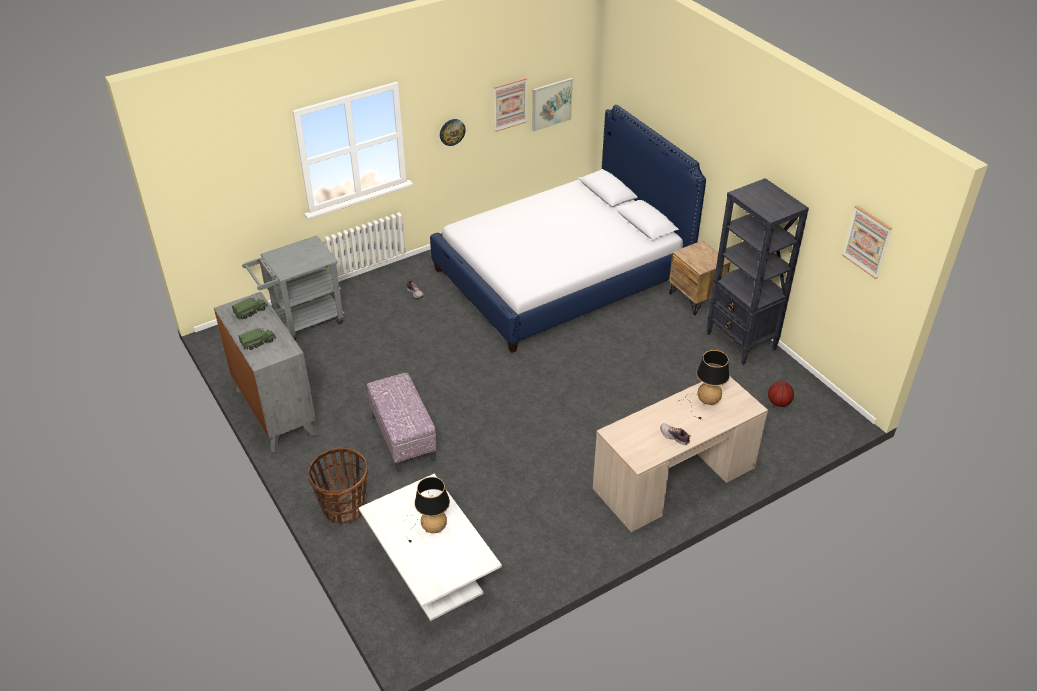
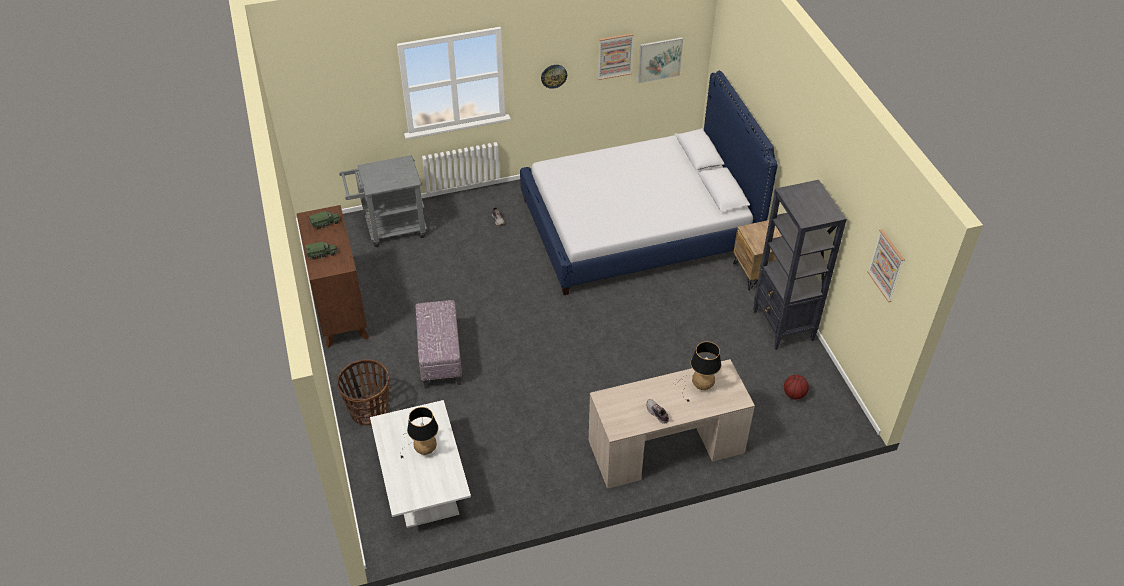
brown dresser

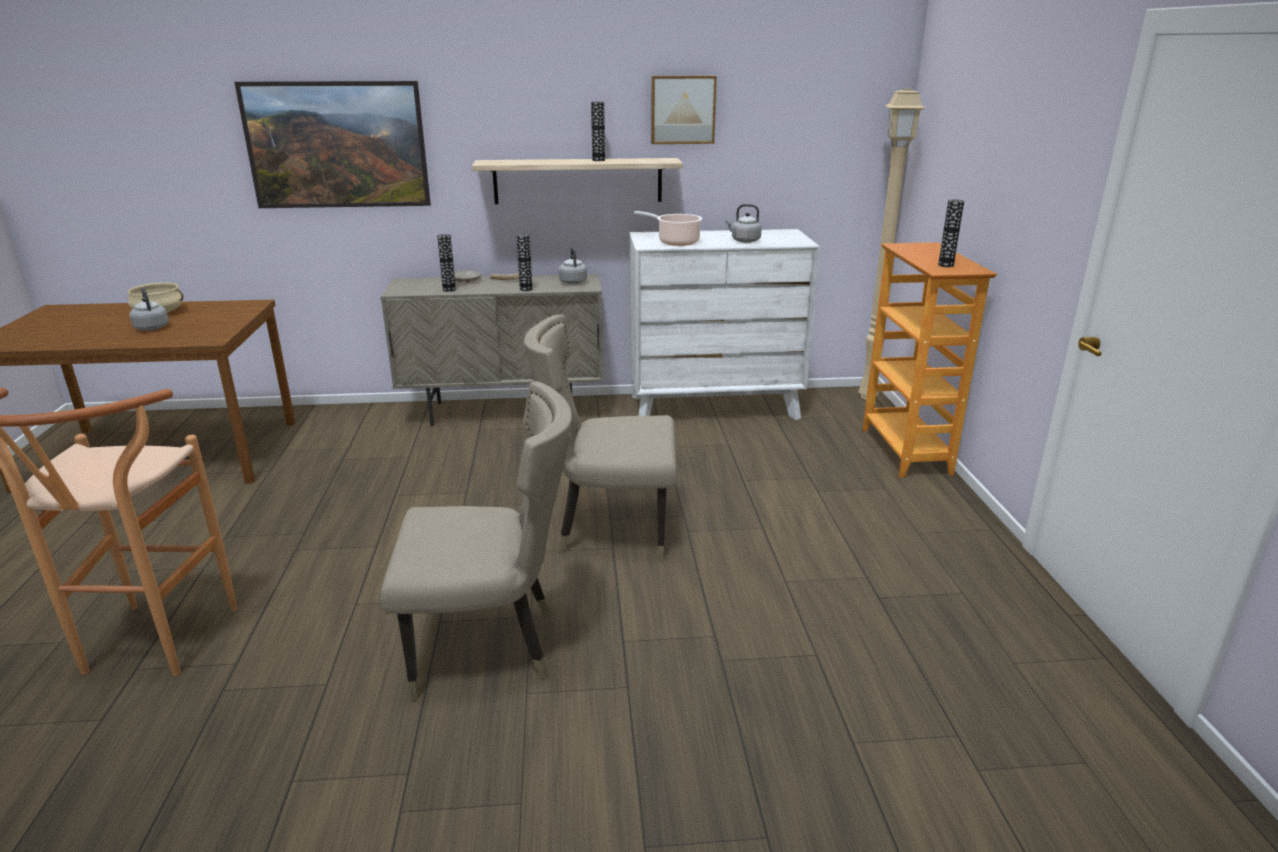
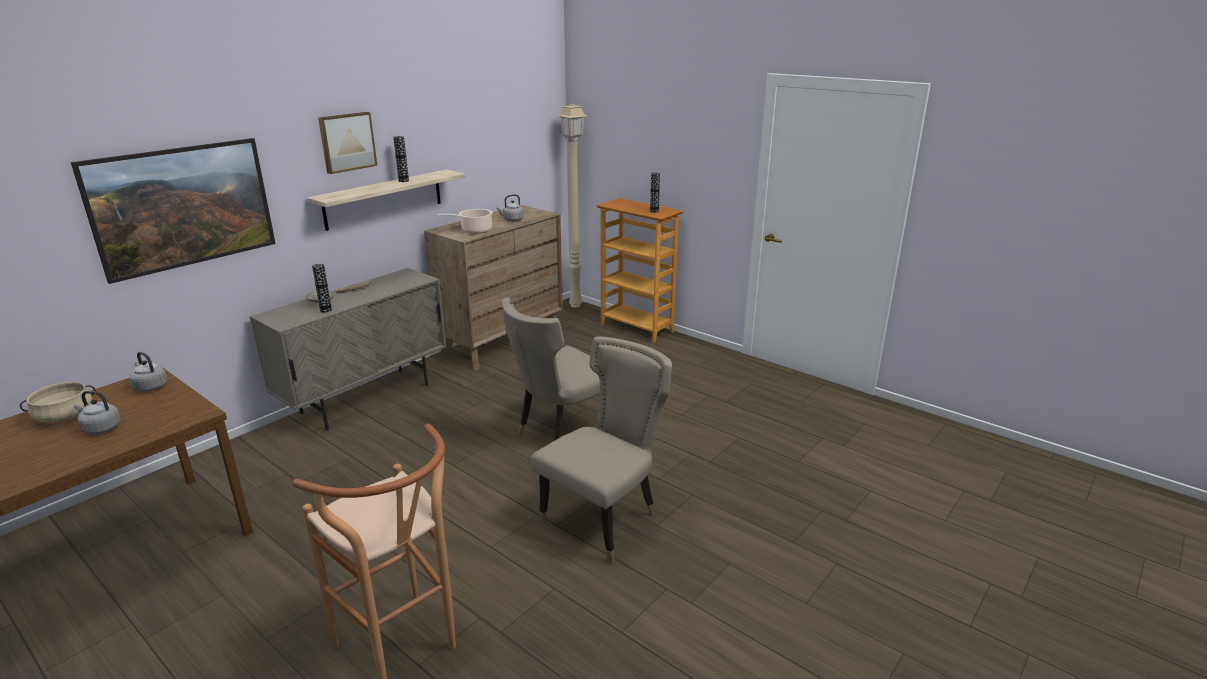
vase (no. 2 from left in the first image); grey kettle (no. 2 from left); picture (no. 2 from left); brown dresser

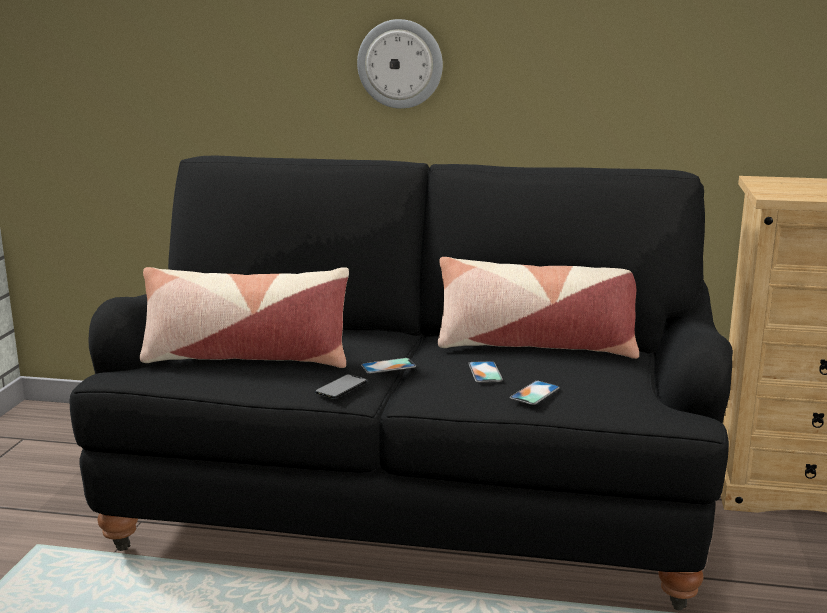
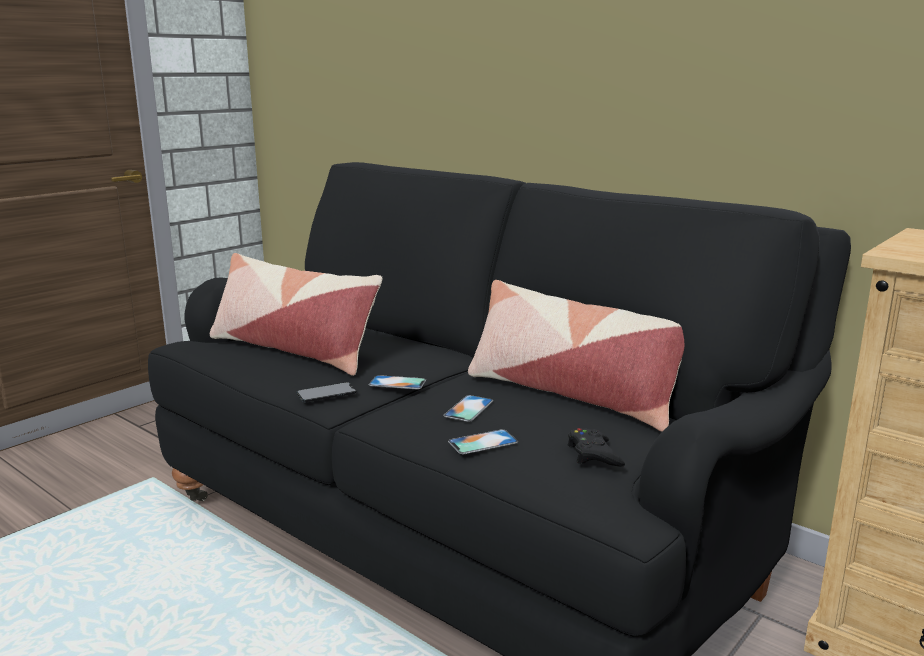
wall clock; black game controller

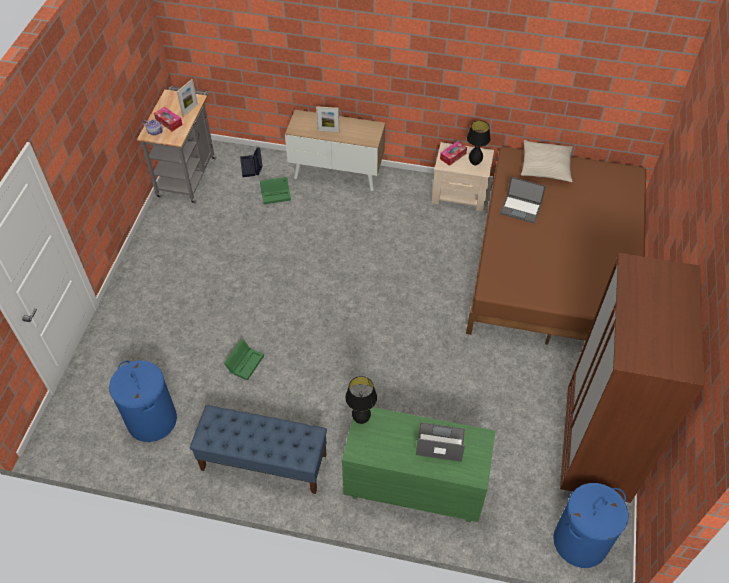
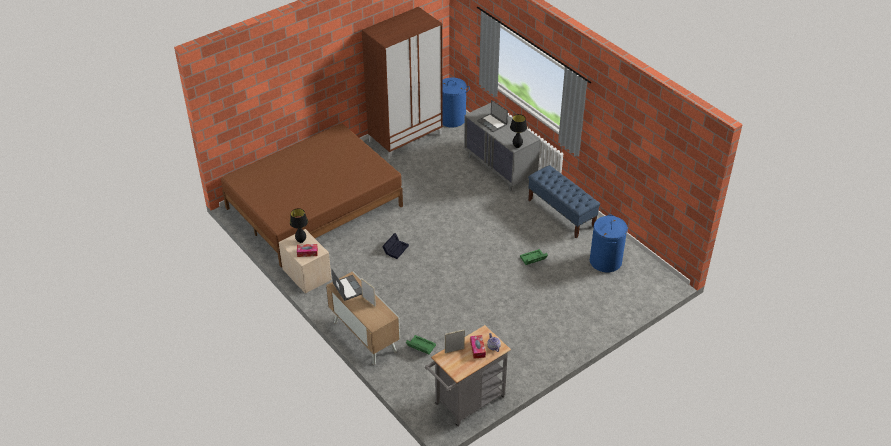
beige pillow; black storage box; laptop (no. 1 from left); grey dresser

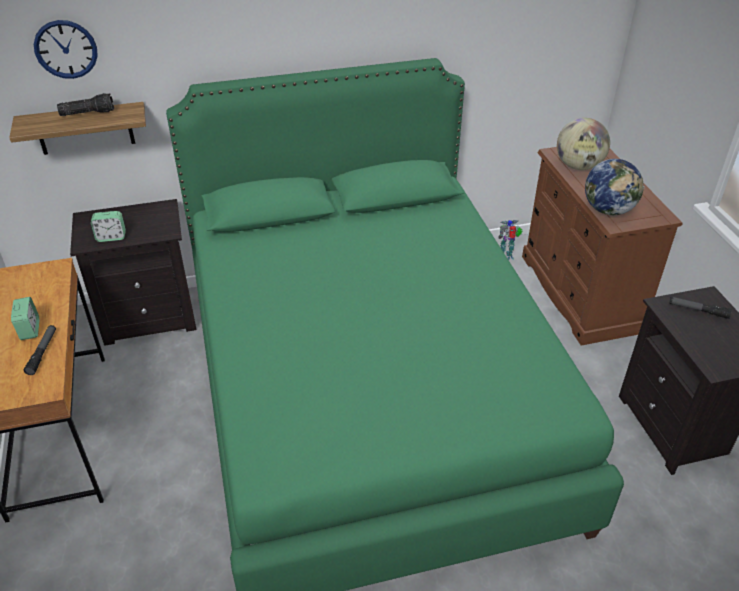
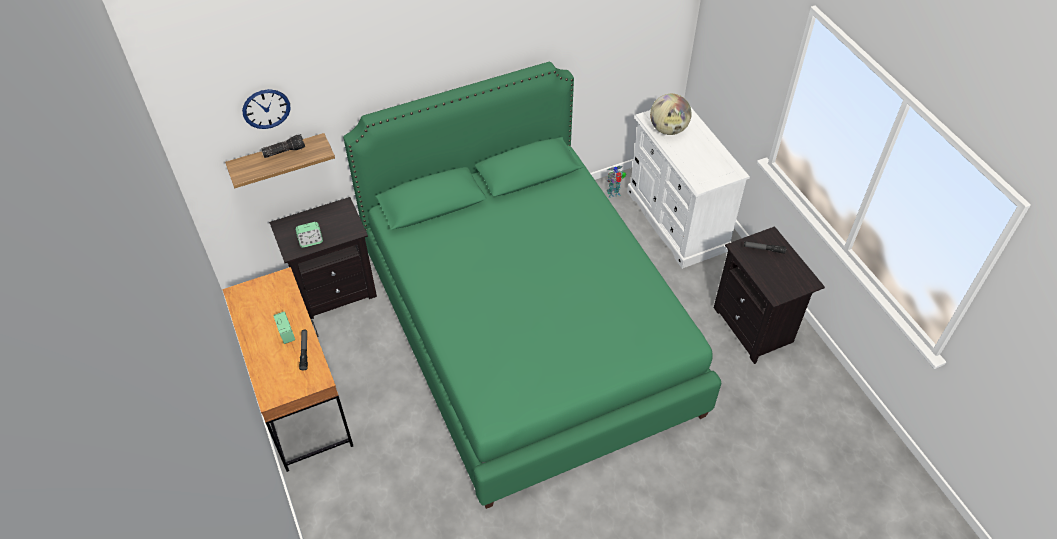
globe (no. 2 from left in the first image); white dresser

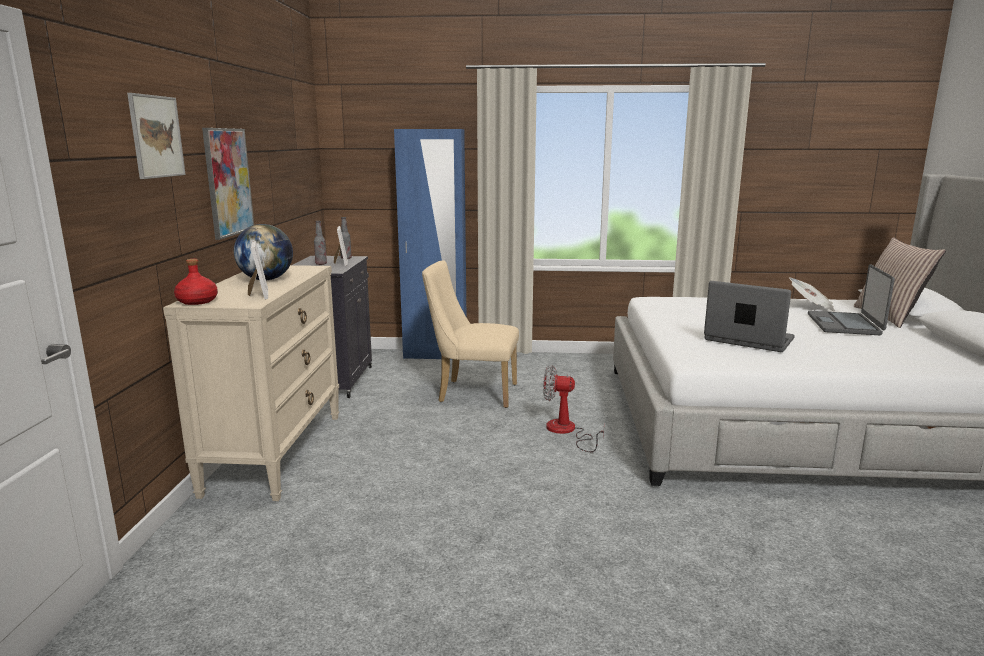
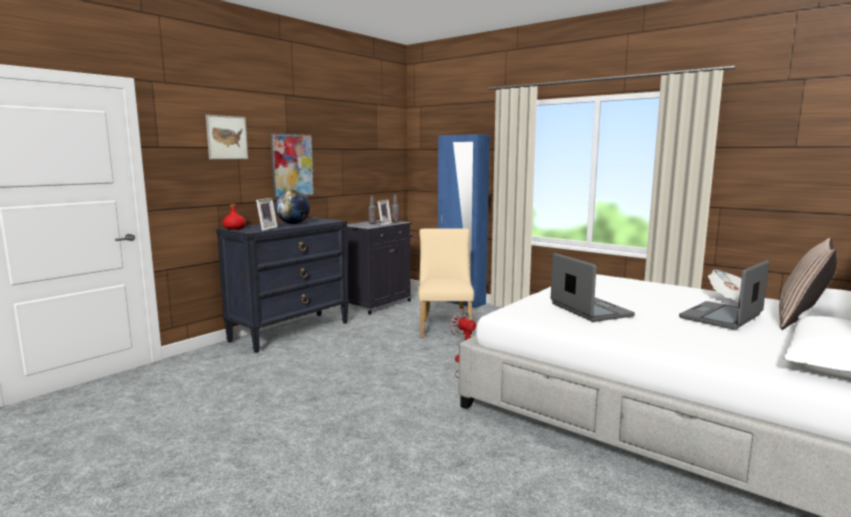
black dresser; beige chair

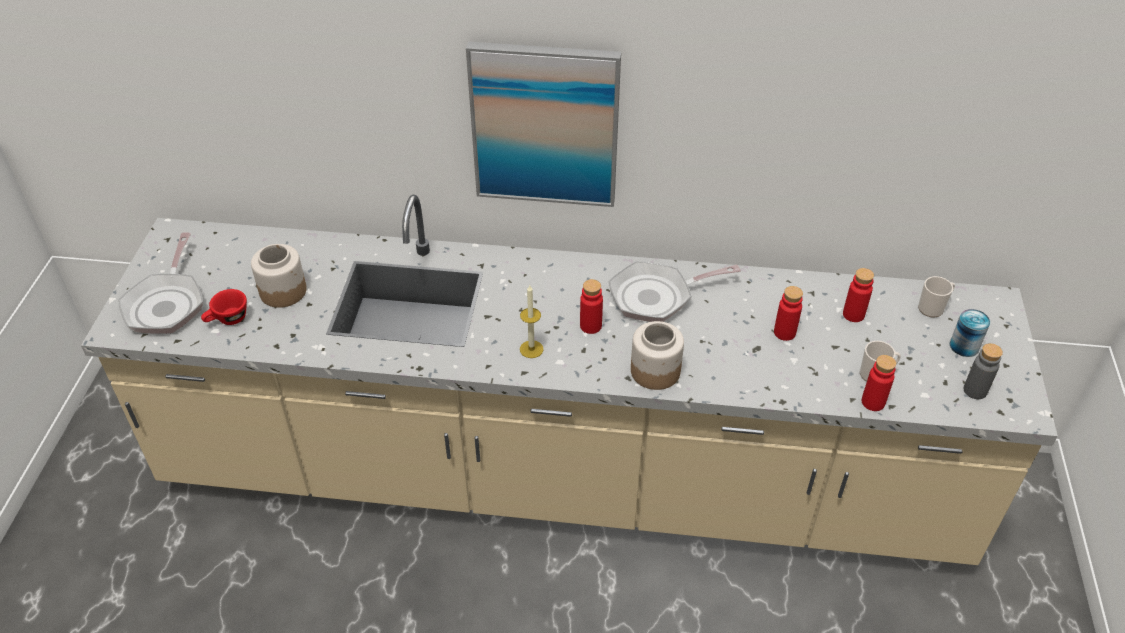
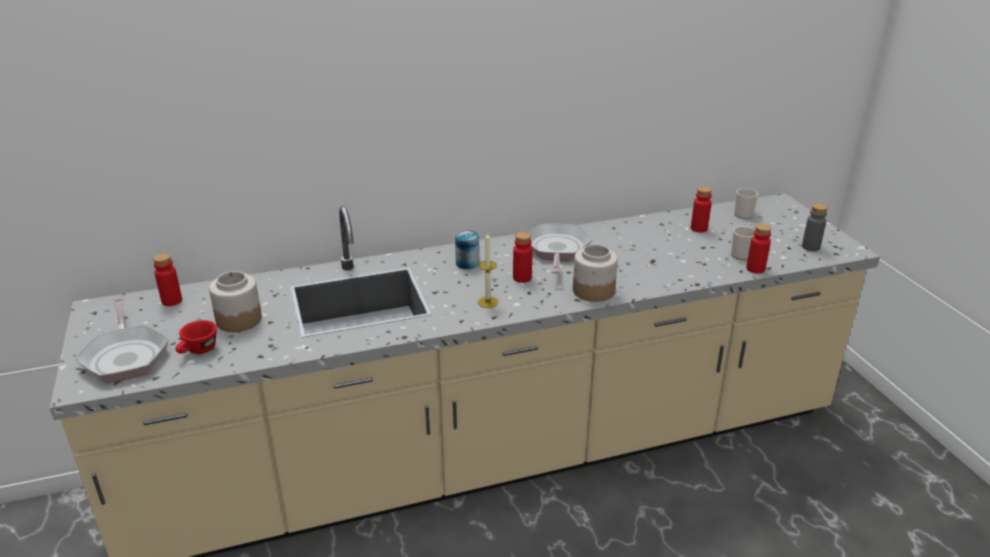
picture; red bottle (no. 1 from left); can; frying pan (no. 2 from left)

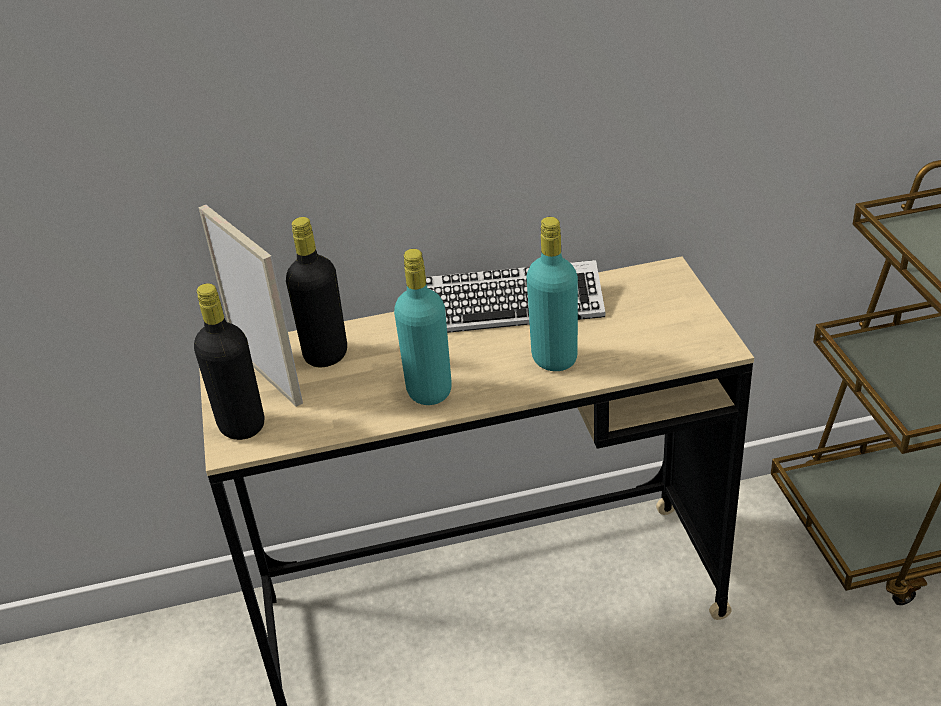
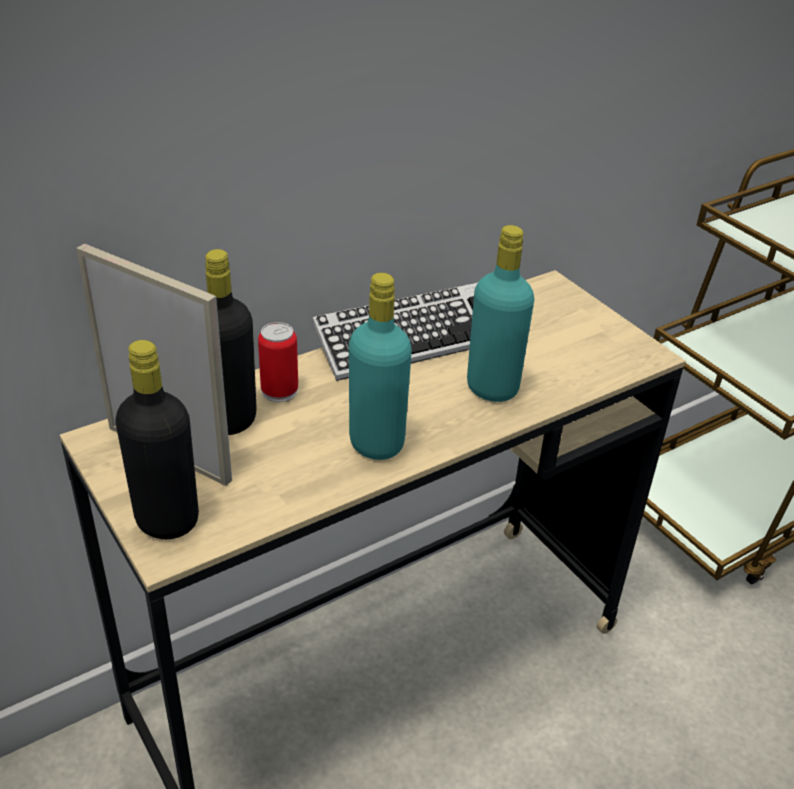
can

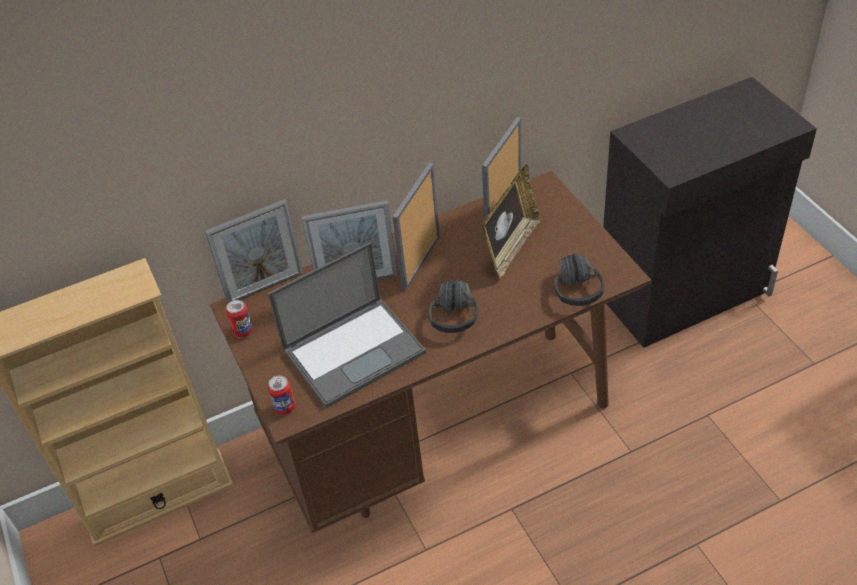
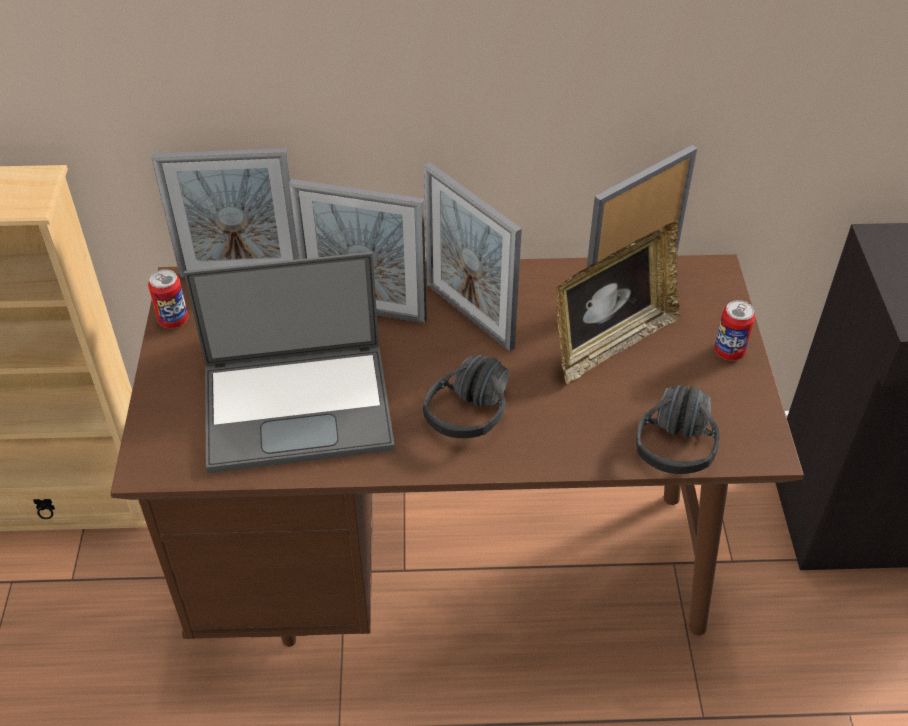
can (no. 2 from left); picture frame (no. 3 from left)

